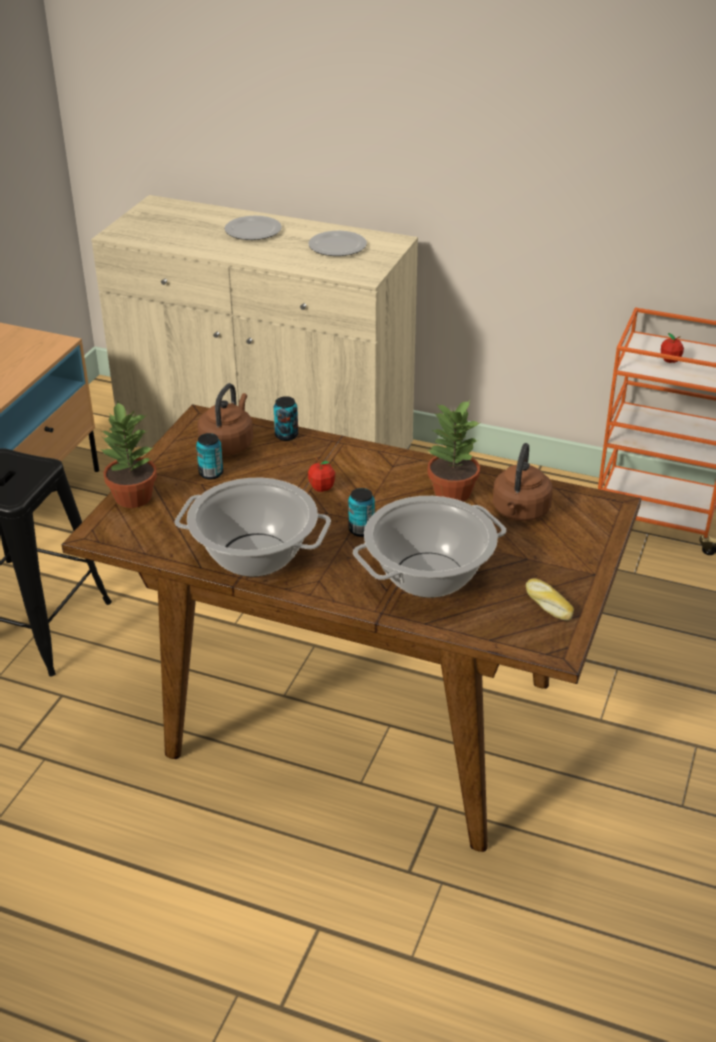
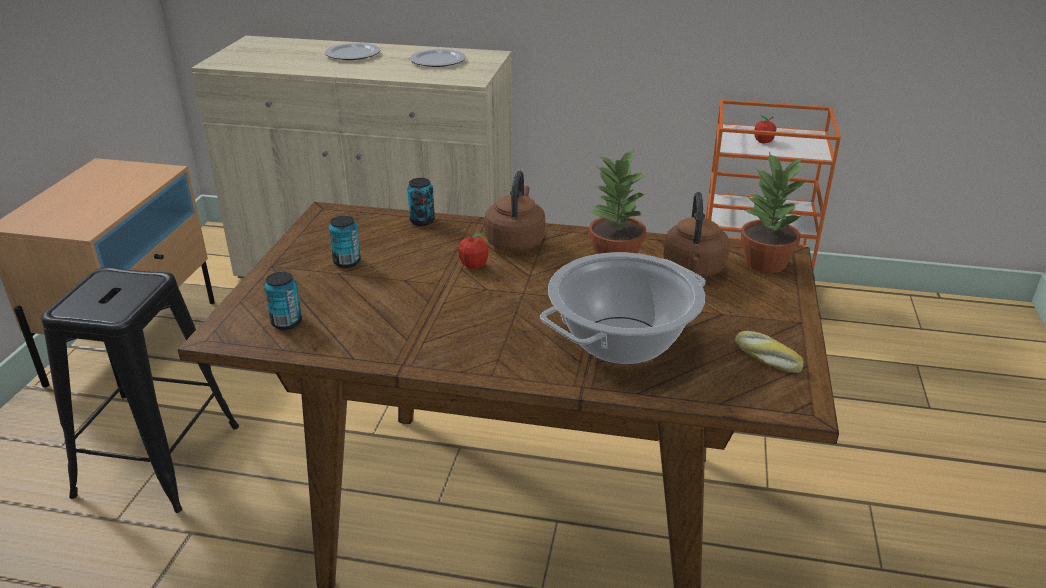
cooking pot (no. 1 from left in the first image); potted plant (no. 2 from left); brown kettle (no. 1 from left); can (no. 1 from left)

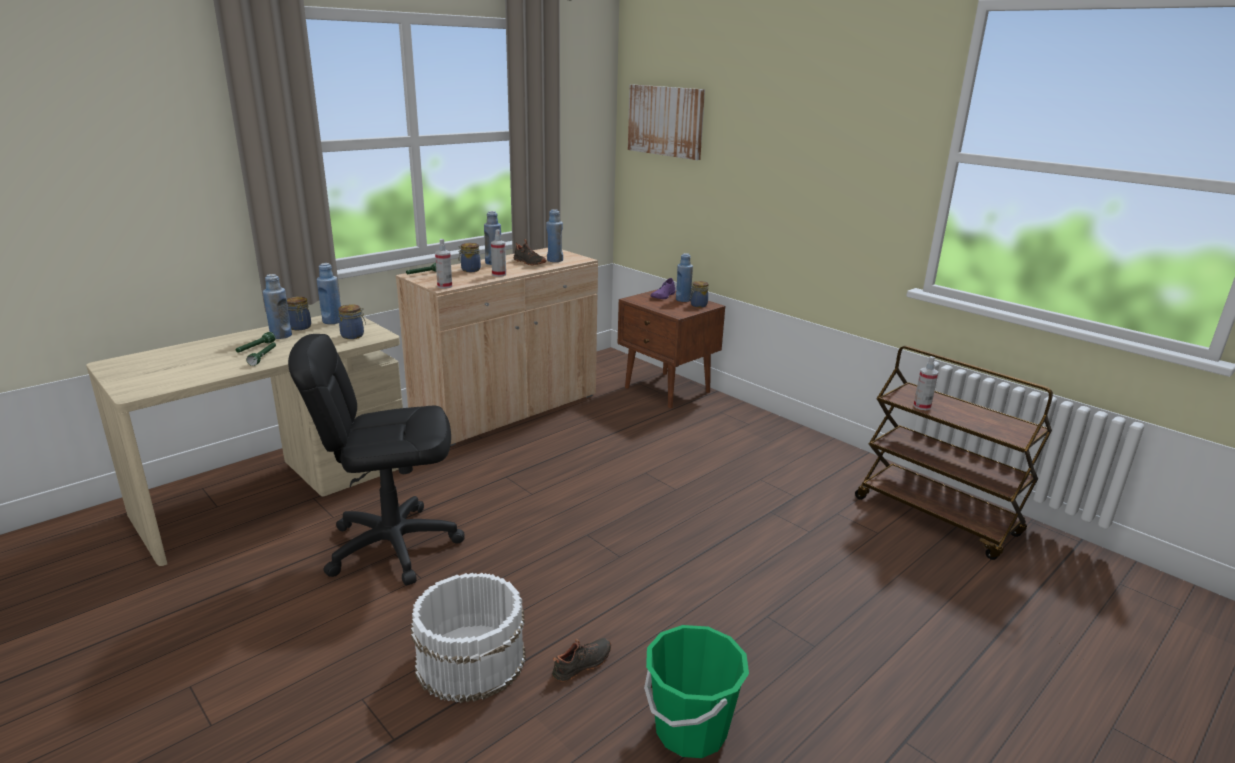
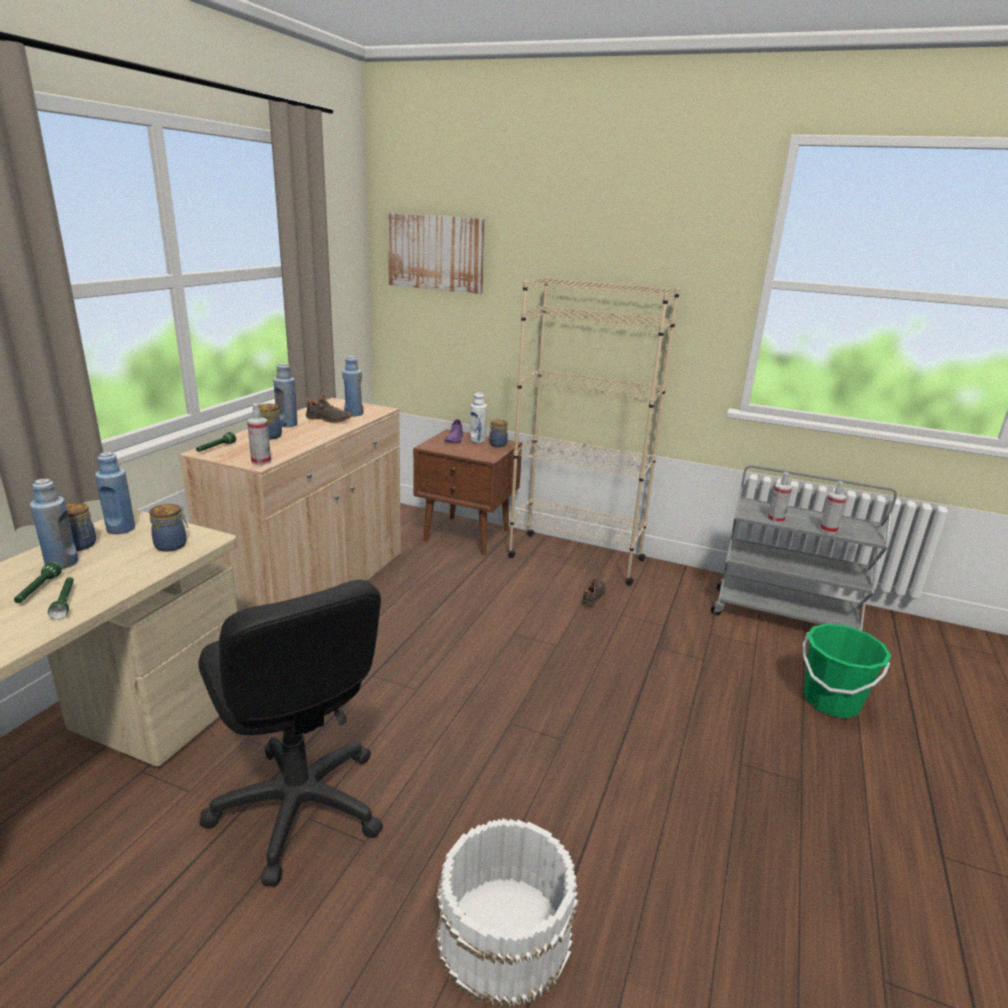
beige bookcase; spray bottle (no. 3 from left); black shoe (no. 2 from left); green bucket; white bottle; grey cart; black office chair

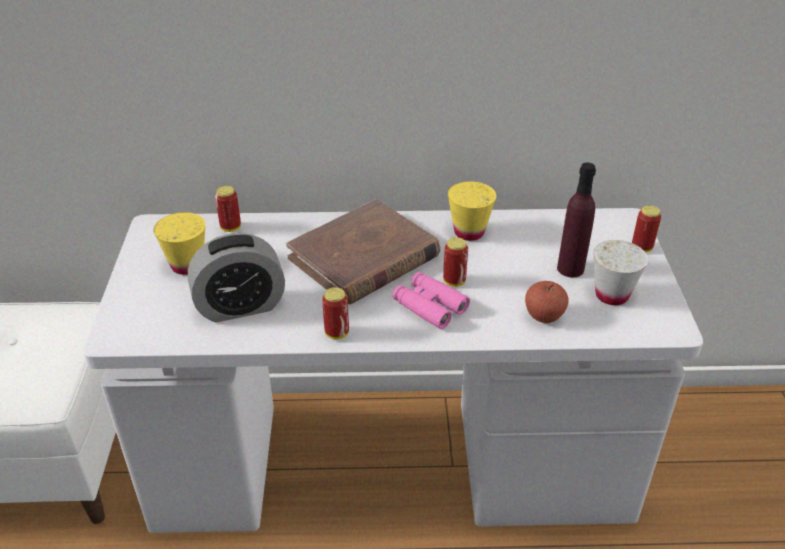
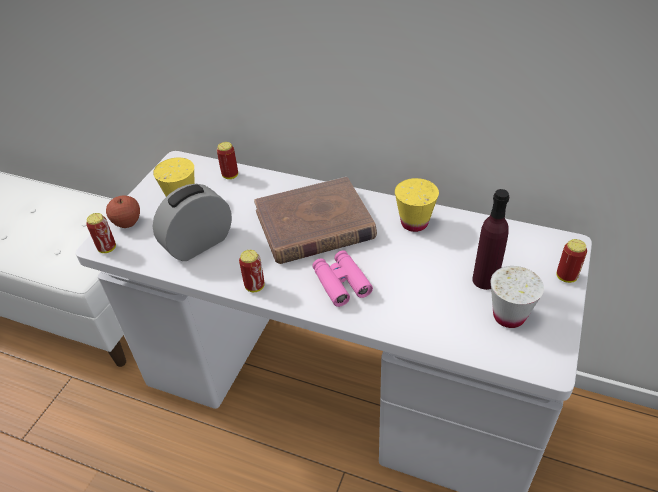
can (no. 1 from left); apple; alarm clock

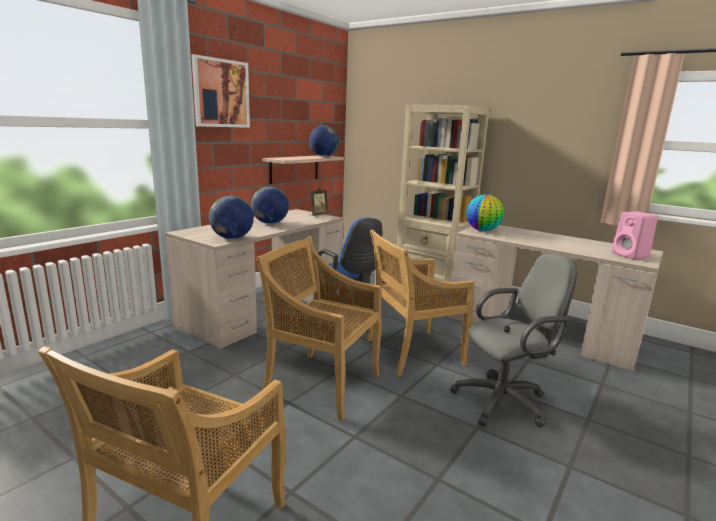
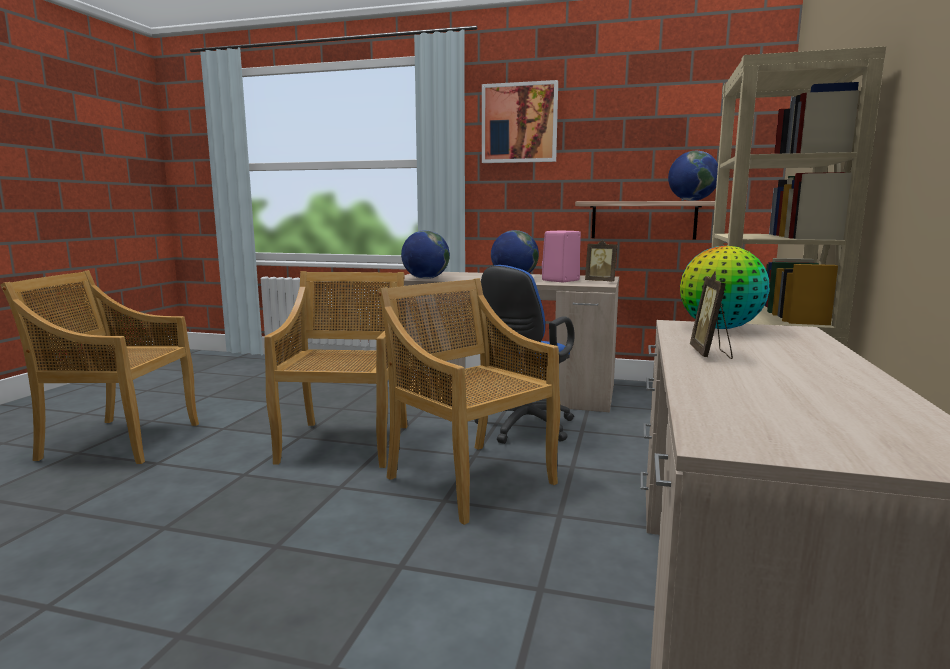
grey office chair; picture frame (no. 2 from left); pink speaker

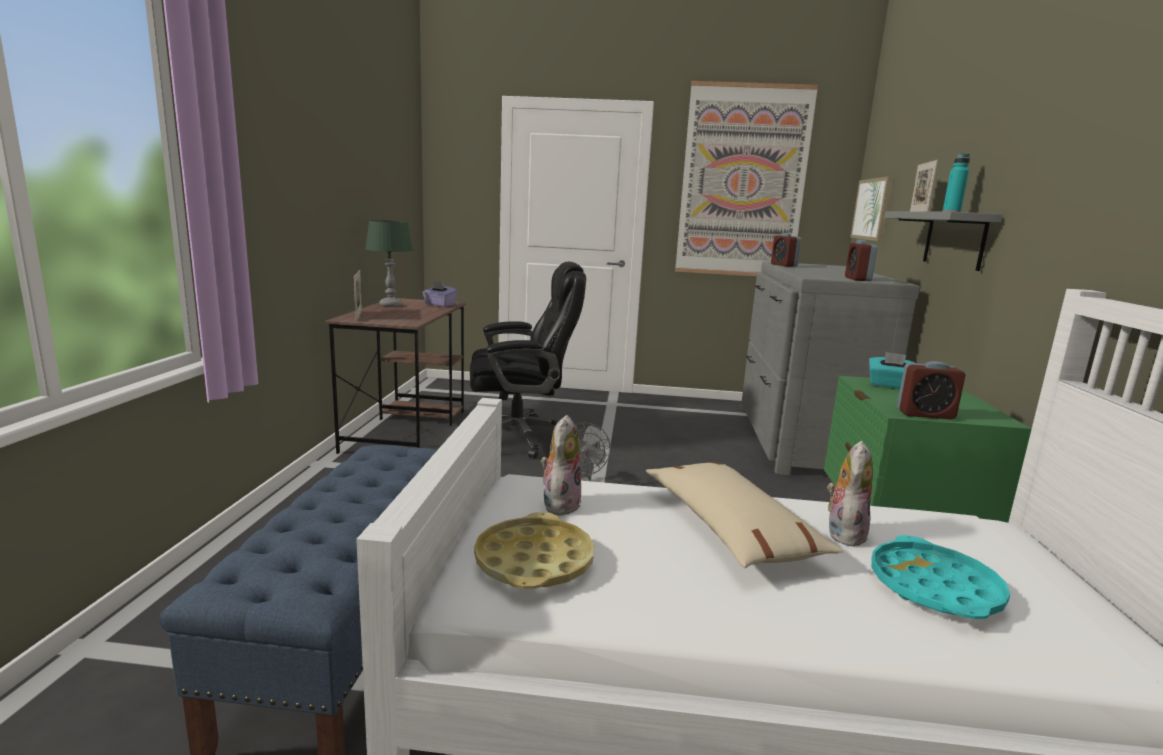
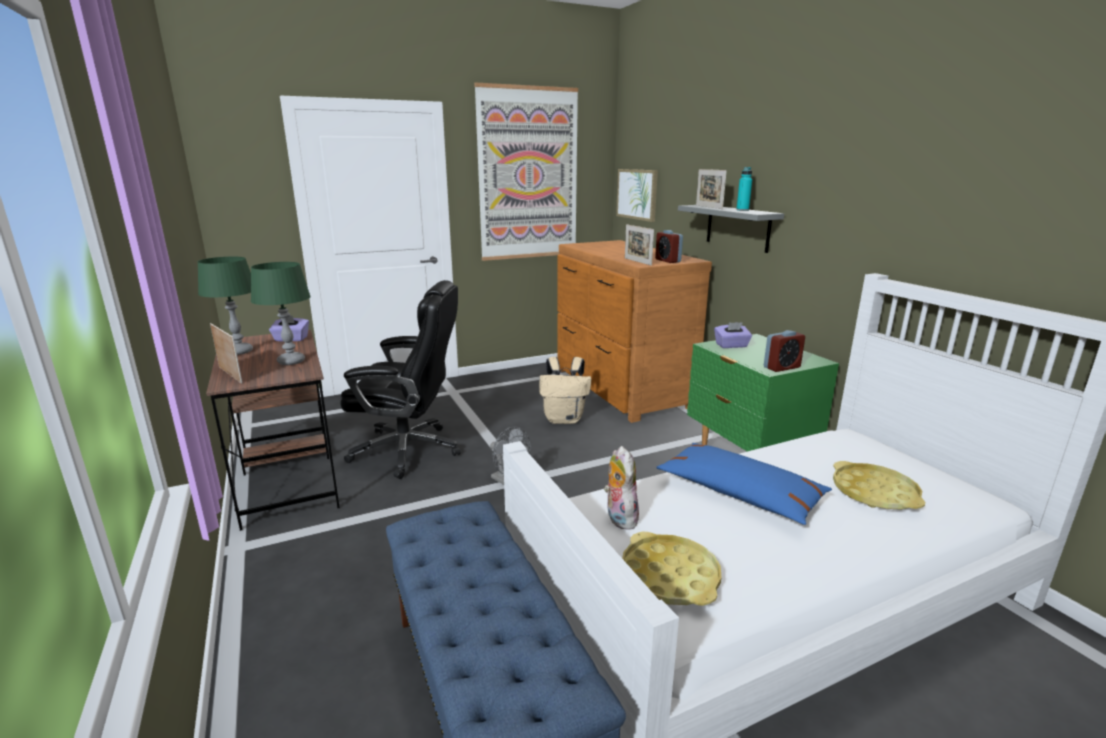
alarm clock (no. 1 from left in the first image); plush toy (no. 2 from left in the first image); green table lamp (no. 2 from left); beige backpack; picture frame (no. 2 from left); blue pillow; brown dresser; purple tissue box (no. 2 from left); yellow tray (no. 2 from left); black office chair

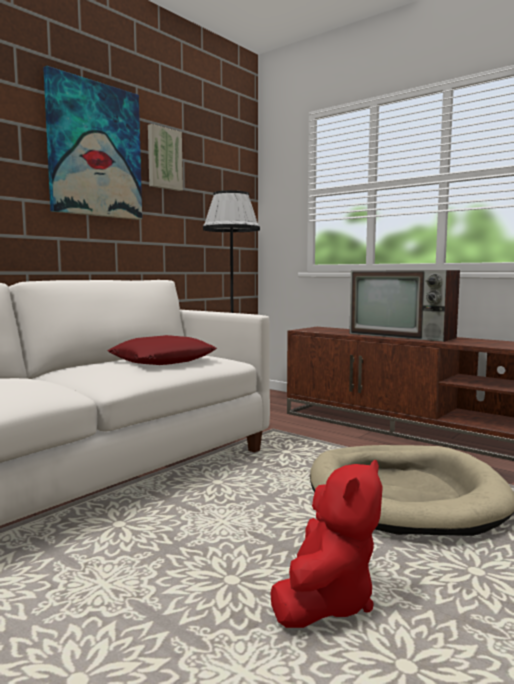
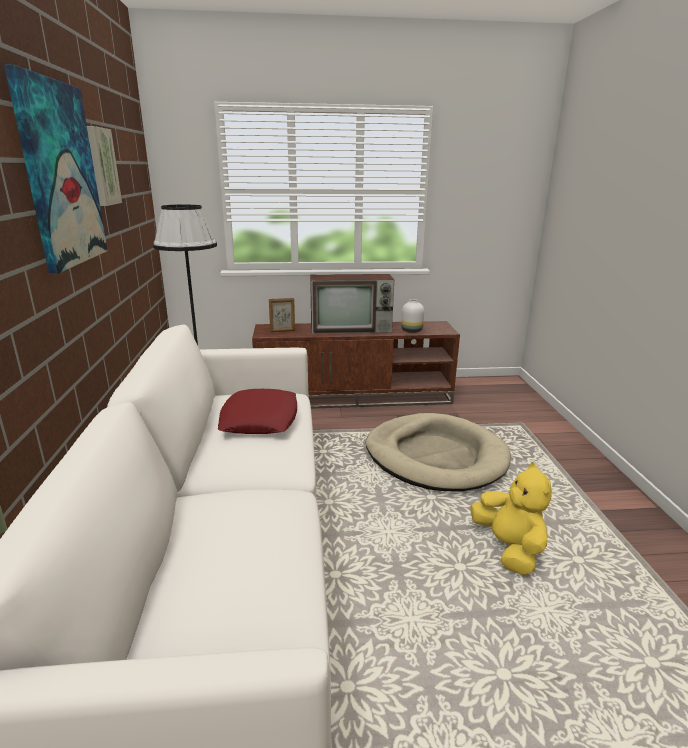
picture frame; white vase; yellow plush toy

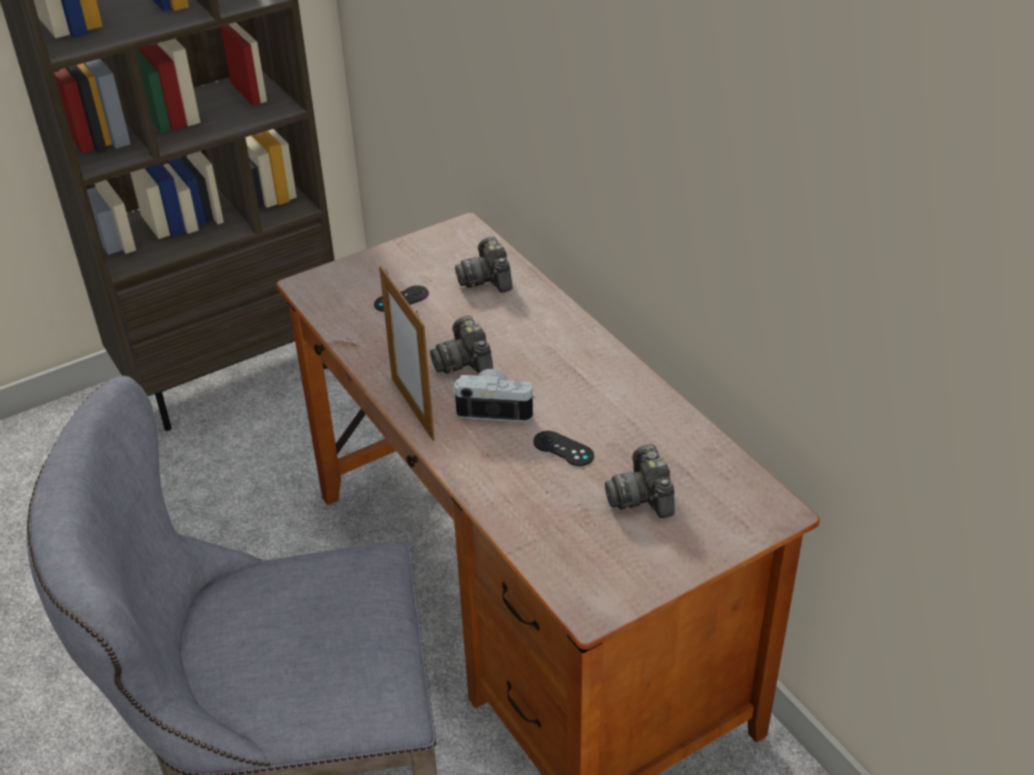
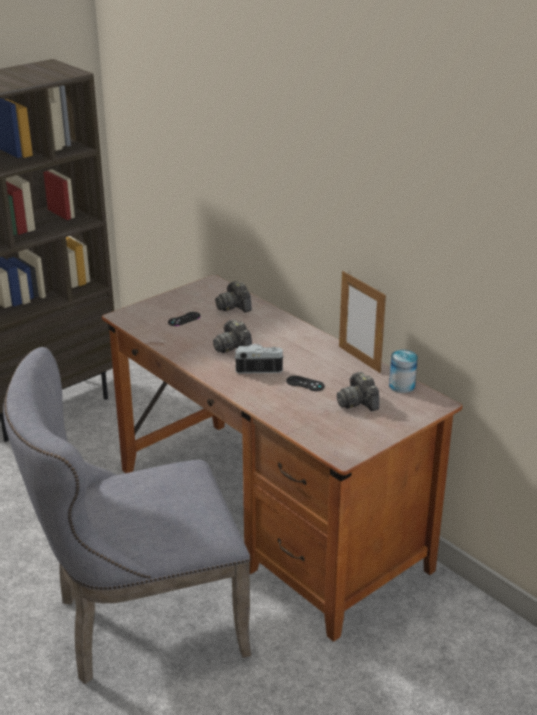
can; picture frame

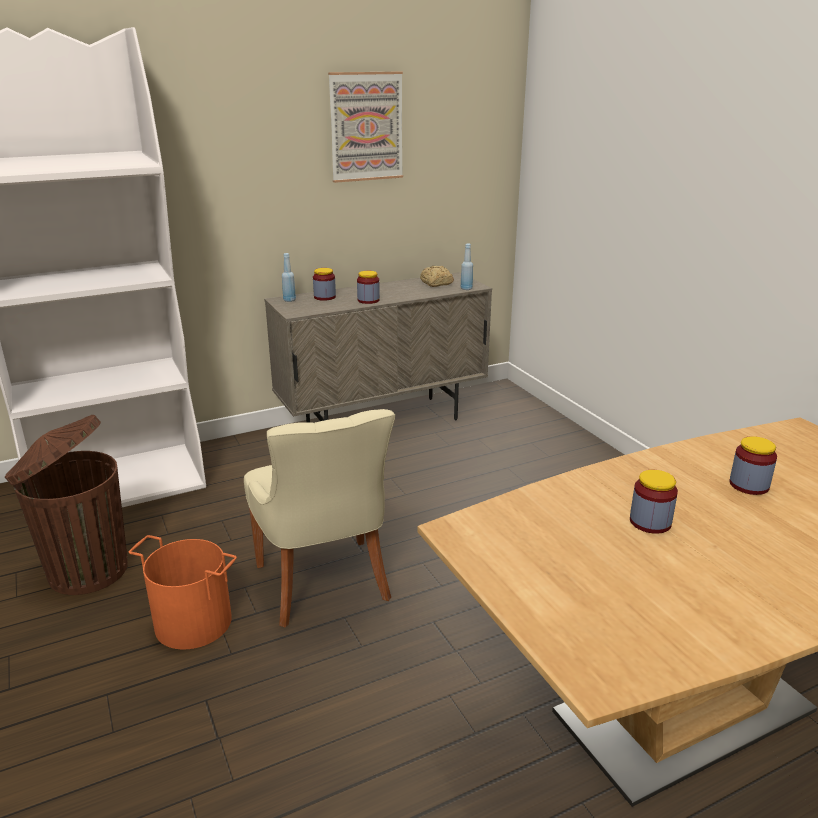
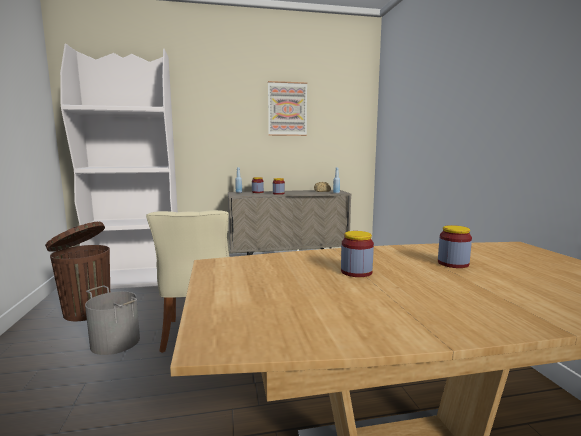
grey bucket

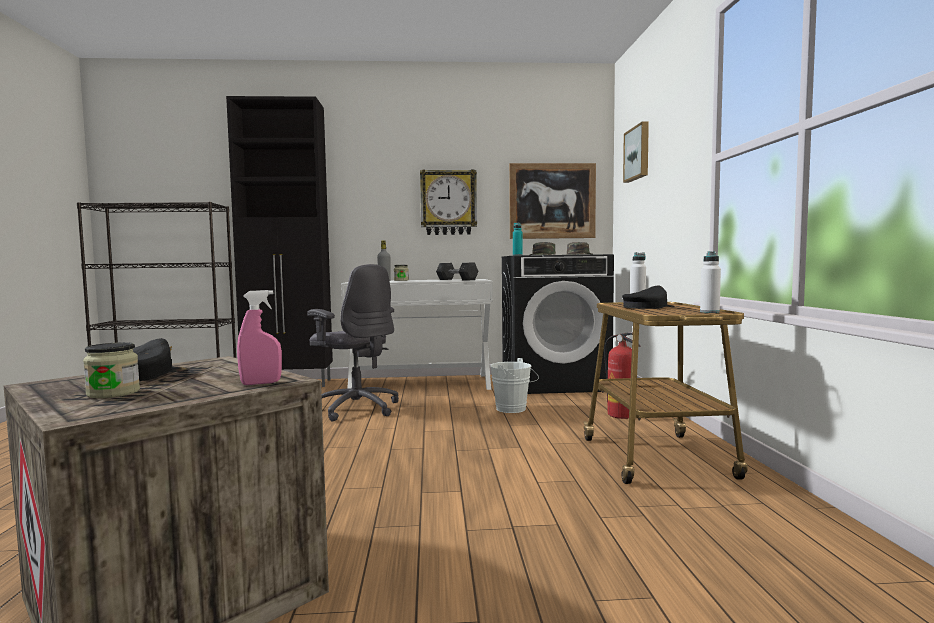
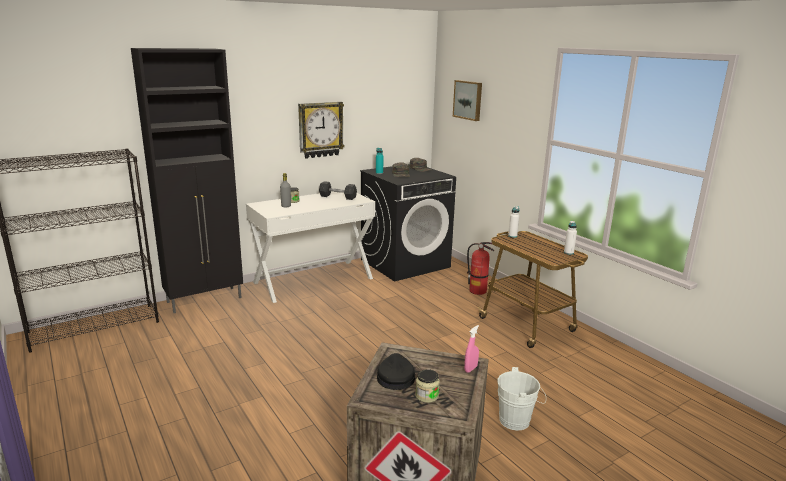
grey office chair; picture (no. 1 from left in the first image); black cap (no. 2 from left in the first image); white bucket

